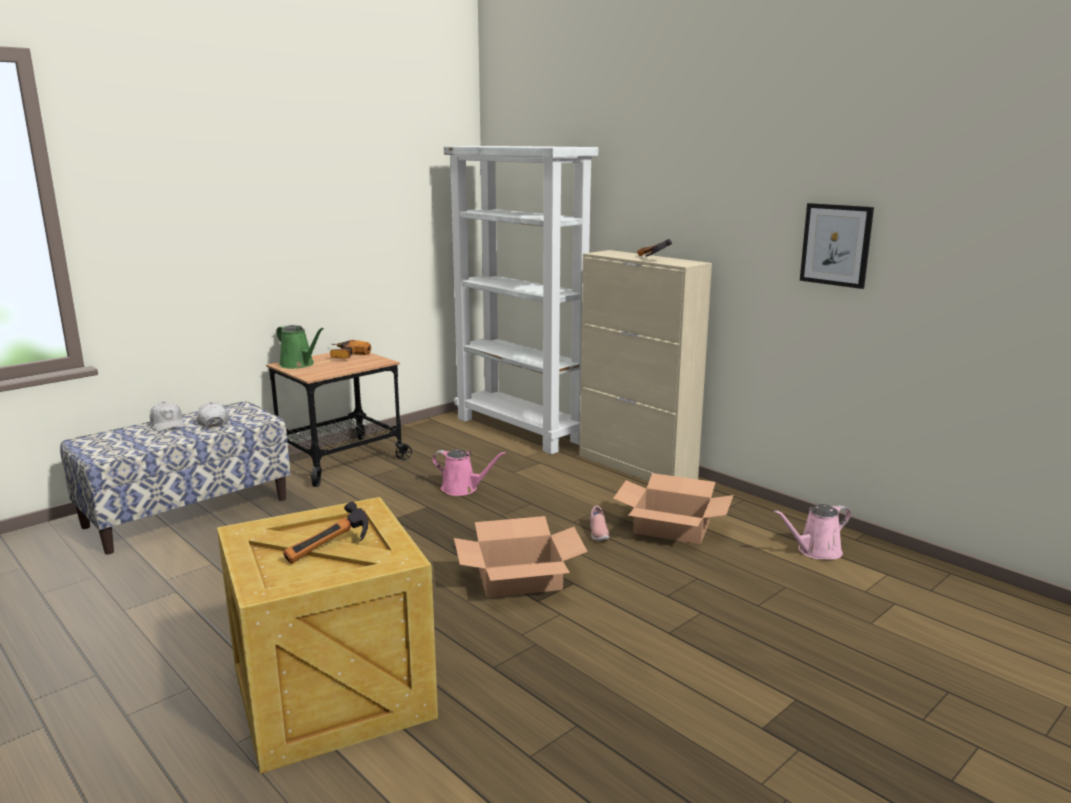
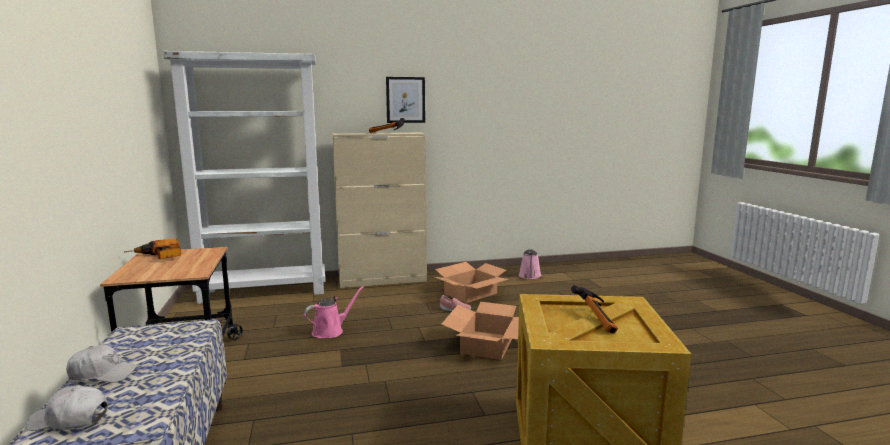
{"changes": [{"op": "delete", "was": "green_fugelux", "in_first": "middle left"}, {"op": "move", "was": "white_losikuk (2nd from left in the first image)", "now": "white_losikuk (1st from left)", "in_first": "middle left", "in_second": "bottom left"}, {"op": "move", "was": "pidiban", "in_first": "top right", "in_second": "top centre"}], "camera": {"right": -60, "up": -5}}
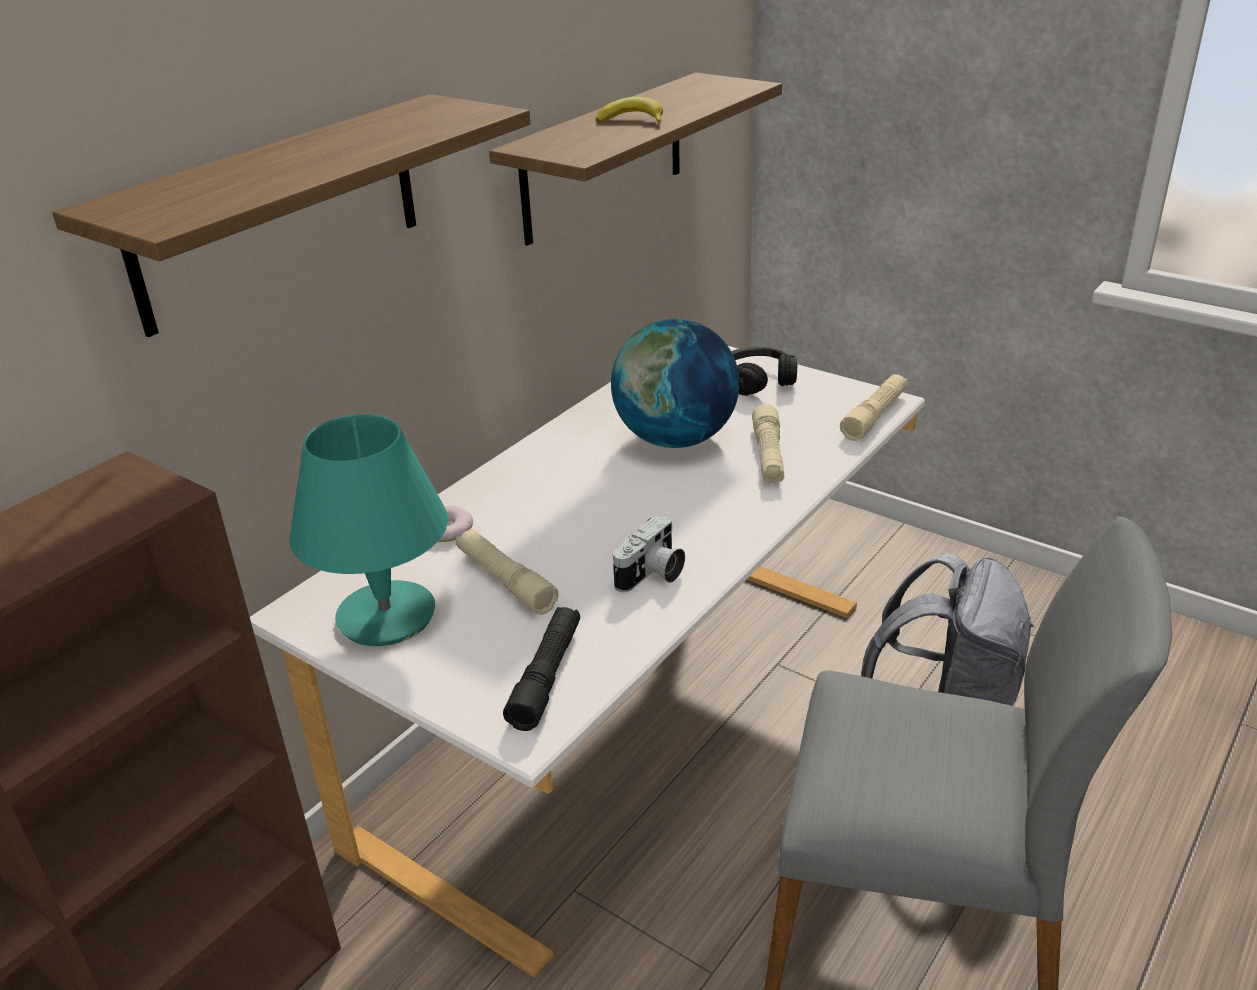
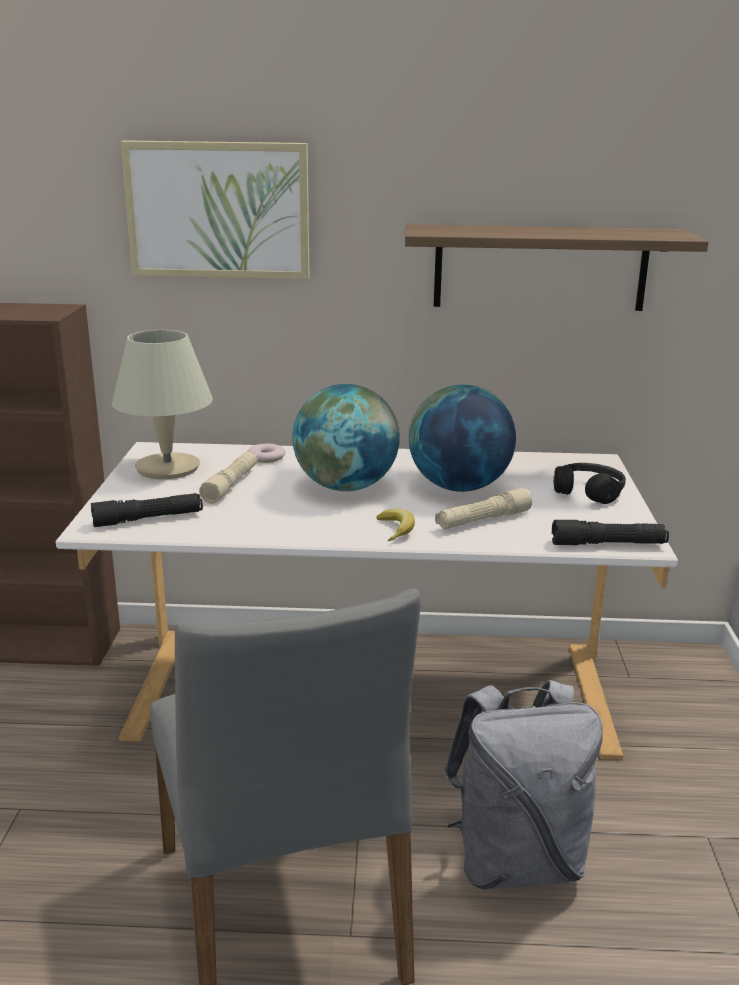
{"changes": [{"op": "delete", "was": "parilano", "in_first": "centre"}, {"op": "insert", "now": "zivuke (1st from left)", "in_second": "centre"}, {"op": "move", "was": "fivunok", "in_first": "top centre", "in_second": "centre"}, {"op": "replace", "was": "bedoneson (1st from left)", "now": "pidiban", "in_first": "top left", "in_second": "top left"}, {"op": "recolor", "was": "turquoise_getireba", "now": "beige_getireba", "in_first": "middle left", "in_second": "middle left"}, {"op": "recolor", "was": "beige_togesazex (3rd from left)", "now": "black_togesazex (2nd from left)", "in_first": "middle right", "in_second": "middle right"}], "camera": {"right": 55, "up": -10}}
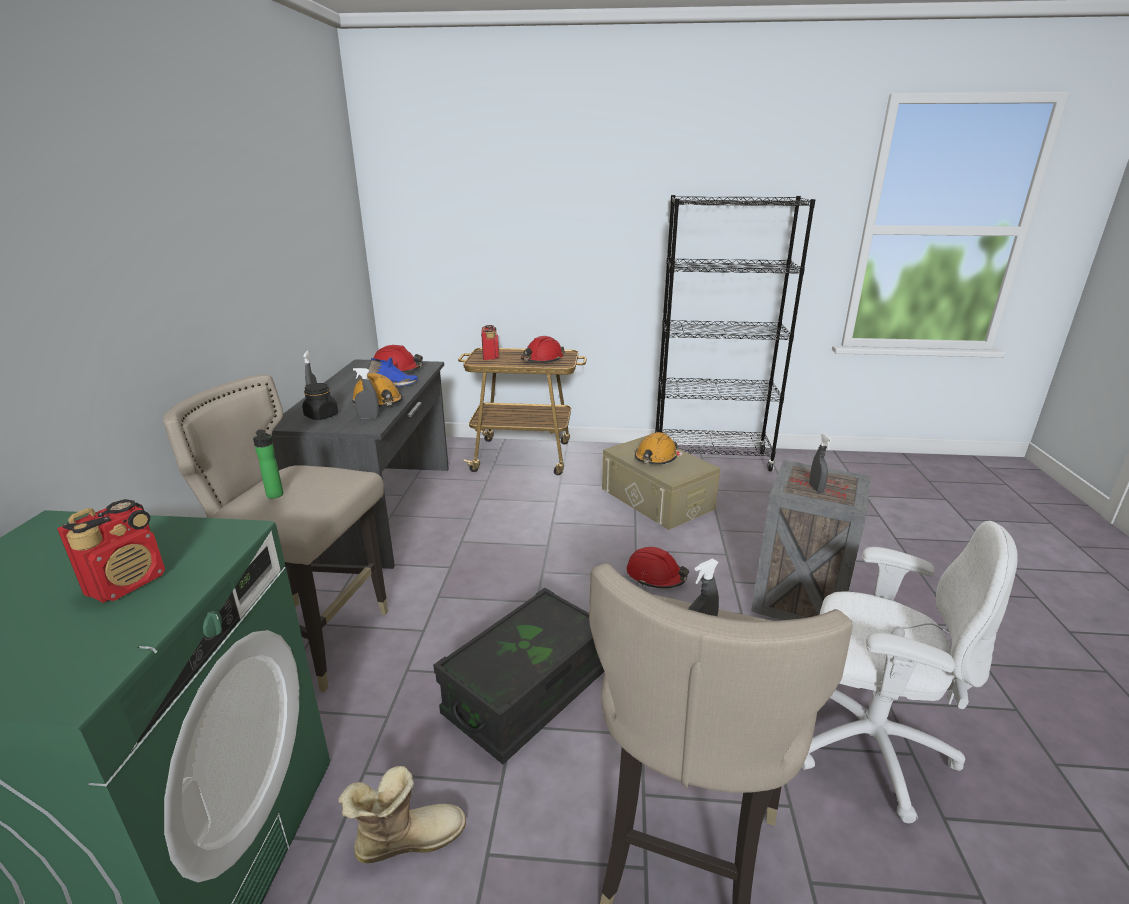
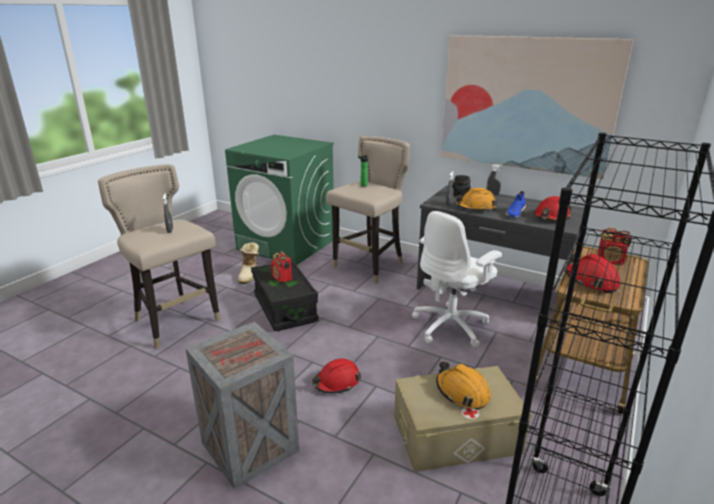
{"changes": [{"op": "delete", "was": "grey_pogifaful (4th from left)", "in_first": "middle right"}, {"op": "insert", "now": "pidiban", "in_second": "top right"}, {"op": "move", "was": "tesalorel (1st from left)", "in_first": "middle left", "in_second": "centre"}, {"op": "move", "was": "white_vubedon", "in_first": "bottom right", "in_second": "centre"}], "camera": {"right": 115, "up": 0}}
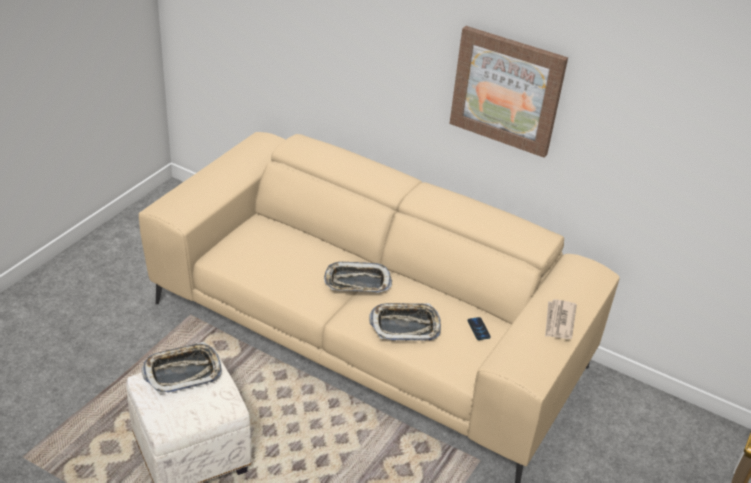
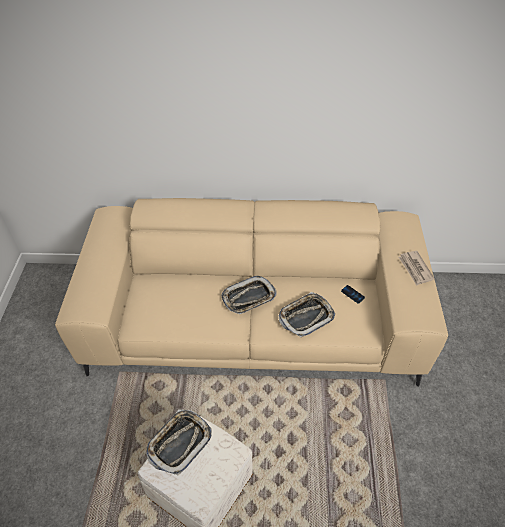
{"changes": [{"op": "delete", "was": "pidiban", "in_first": "top right"}], "camera": {"right": -25, "up": 10}}
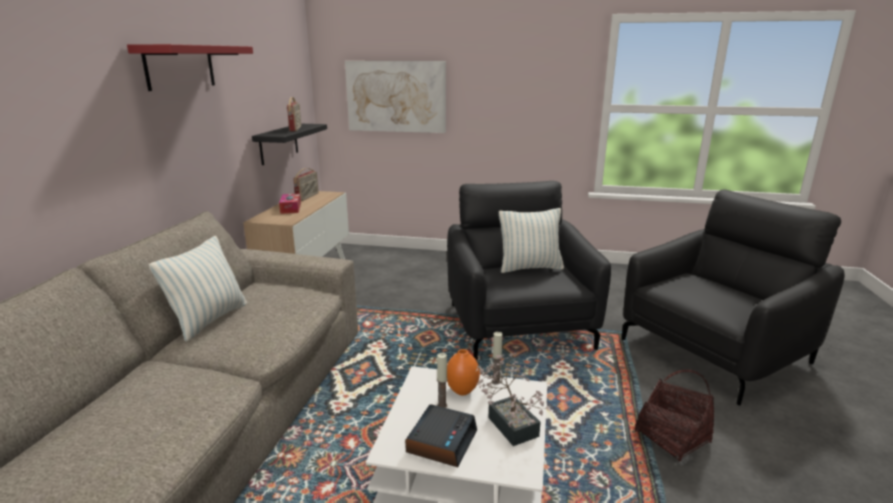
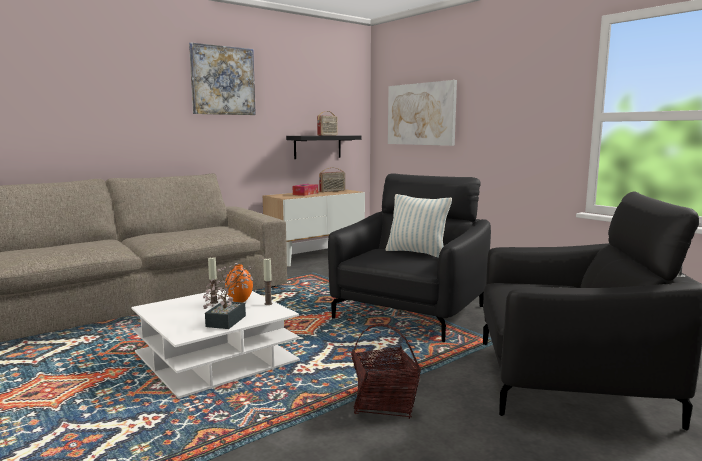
{"changes": [{"op": "delete", "was": "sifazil (1st from left)", "in_first": "middle left"}, {"op": "delete", "was": "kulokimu", "in_first": "bottom centre"}, {"op": "replace", "was": "red_bedoneson", "now": "pidiban (1st from left)", "in_first": "top left", "in_second": "top left"}], "camera": {"right": 40, "up": -10}}
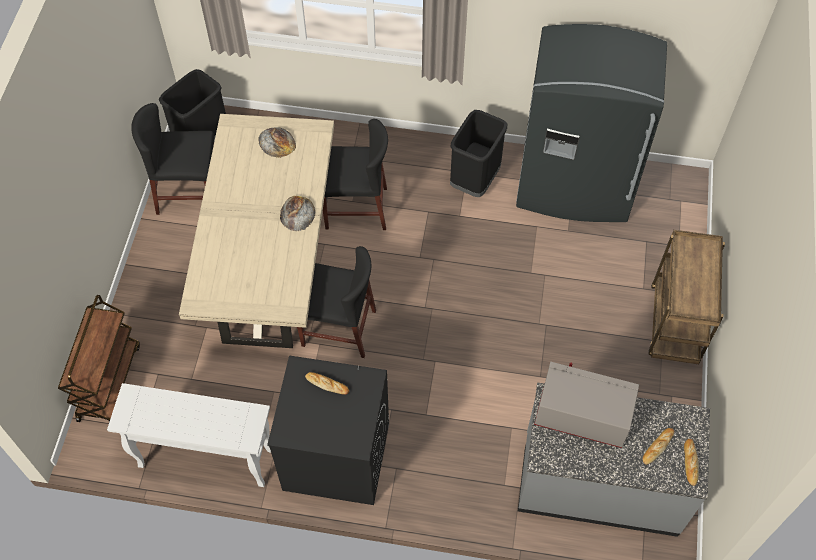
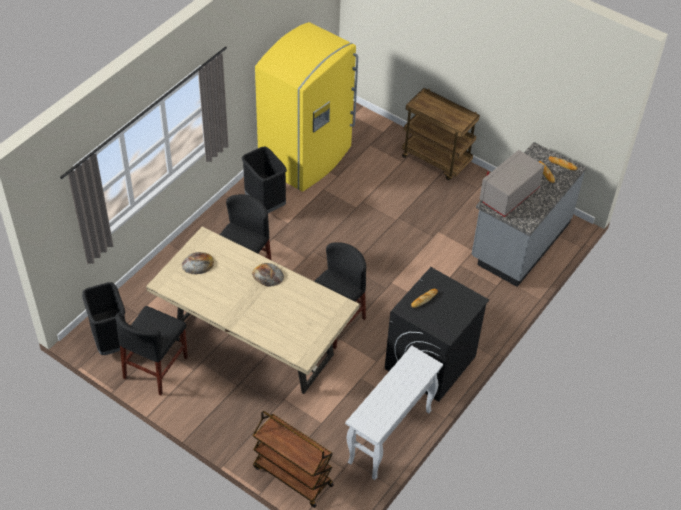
{"changes": [{"op": "recolor", "was": "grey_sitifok", "now": "yellow_sitifok", "in_first": "top right", "in_second": "top centre"}], "camera": {"right": -65, "up": -10}}
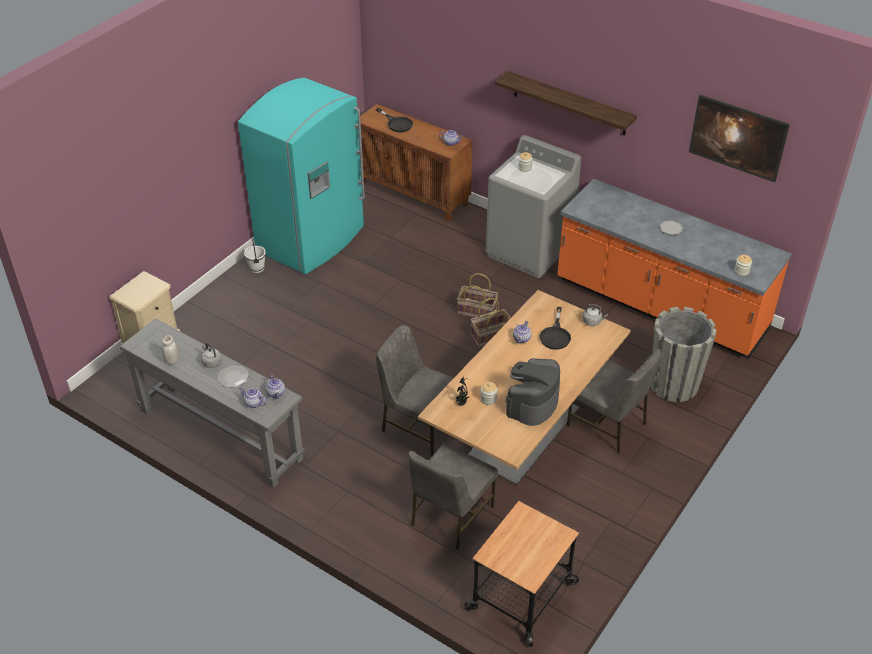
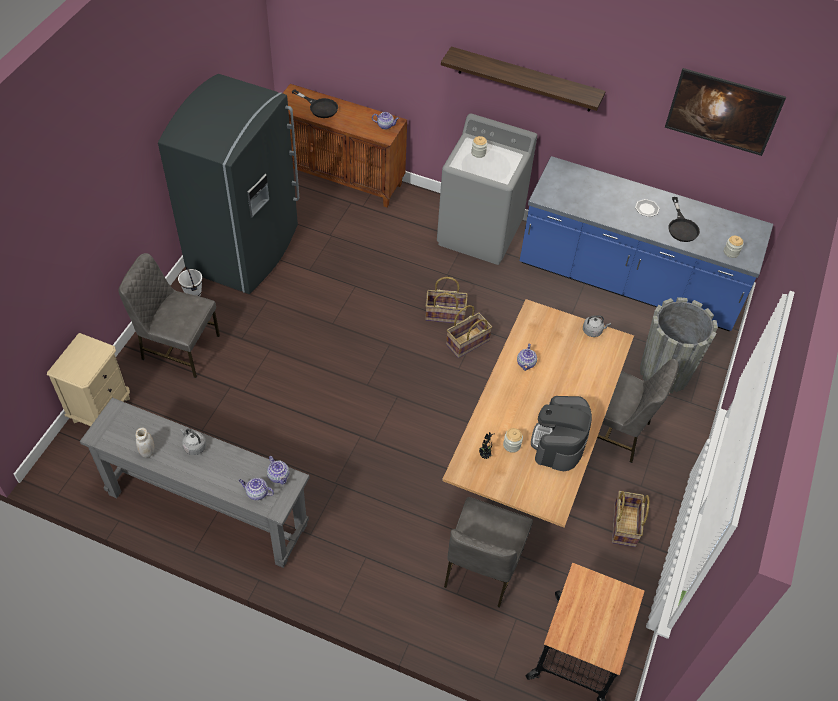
{"changes": [{"op": "delete", "was": "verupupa (1st from left)", "in_first": "middle left"}, {"op": "insert", "now": "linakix (3rd from left)", "in_second": "bottom right"}, {"op": "move", "was": "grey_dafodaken (1st from left)", "in_first": "centre", "in_second": "middle left"}, {"op": "move", "was": "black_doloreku (2nd from left)", "in_first": "centre", "in_second": "top right"}, {"op": "recolor", "was": "turquoise_sitifok", "now": "grey_sitifok", "in_first": "top centre", "in_second": "top left"}, {"op": "recolor", "was": "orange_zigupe", "now": "blue_zigupe", "in_first": "middle right", "in_second": "middle right"}], "camera": {"right": -15, "up": 10}}
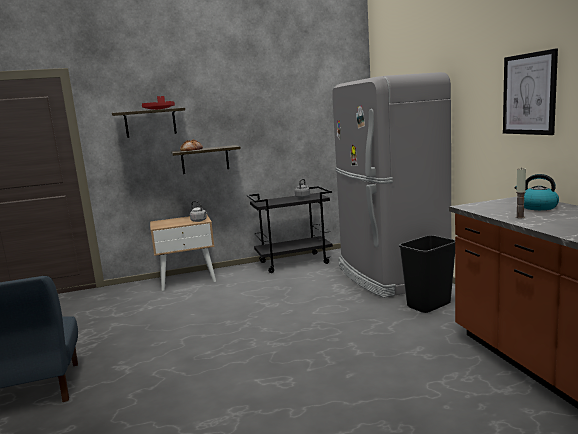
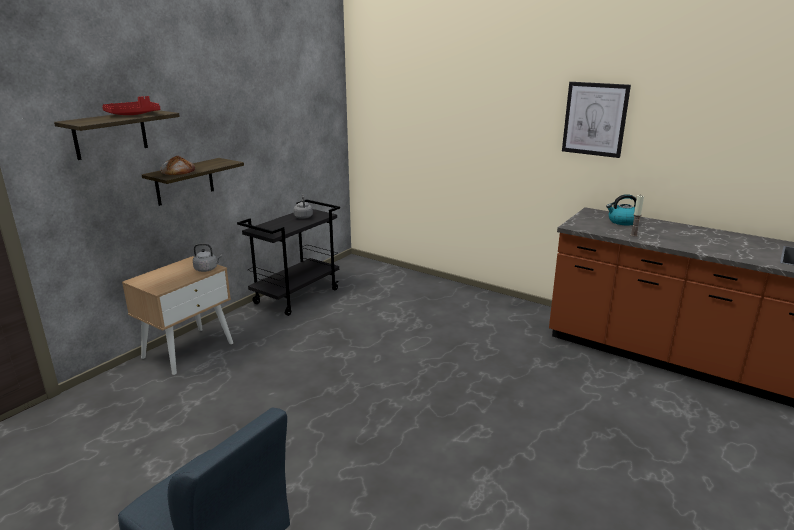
{"changes": [{"op": "delete", "was": "grey_sitifok", "in_first": "middle right"}, {"op": "delete", "was": "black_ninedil", "in_first": "middle right"}], "camera": {"right": -40, "up": 10}}
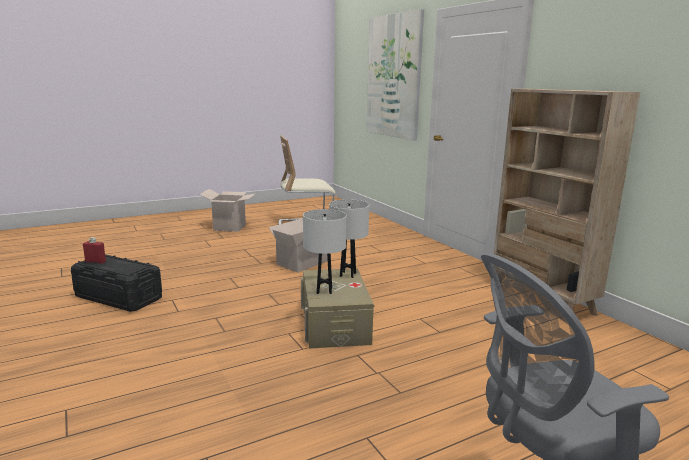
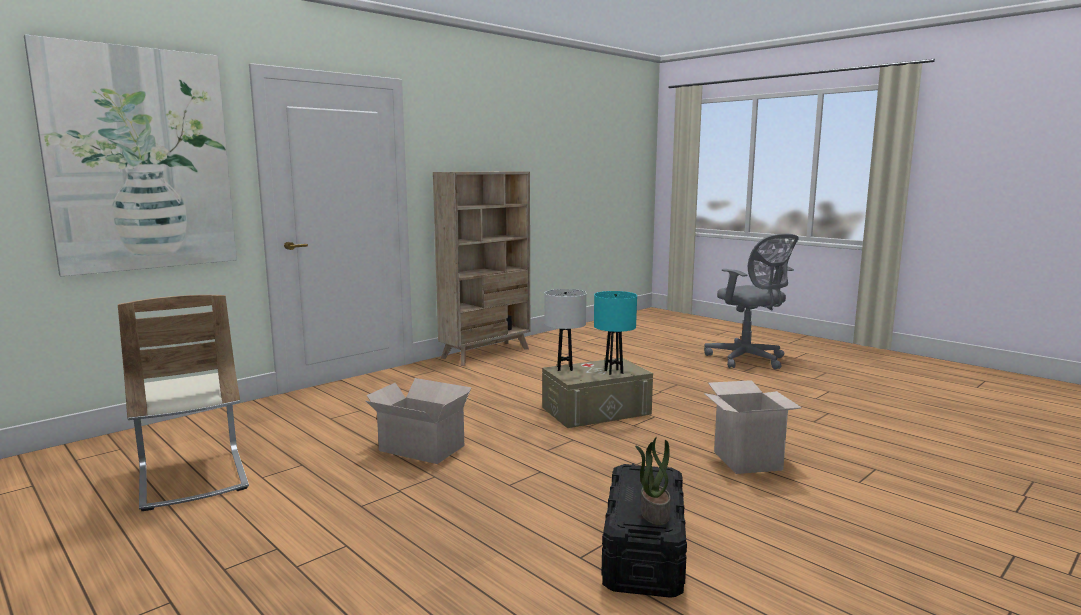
{"changes": [{"op": "move", "was": "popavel (1st from left in the first image)", "now": "popavel (2nd from left)", "in_first": "middle left", "in_second": "bottom right"}, {"op": "replace", "was": "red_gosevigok", "now": "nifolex", "in_first": "middle left", "in_second": "bottom centre"}, {"op": "recolor", "was": "white_getireba (1st from left)", "now": "turquoise_getireba", "in_first": "centre", "in_second": "centre"}], "camera": {"right": -105, "up": -5}}
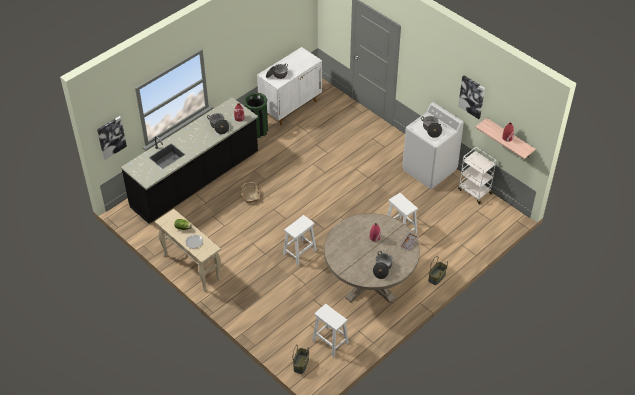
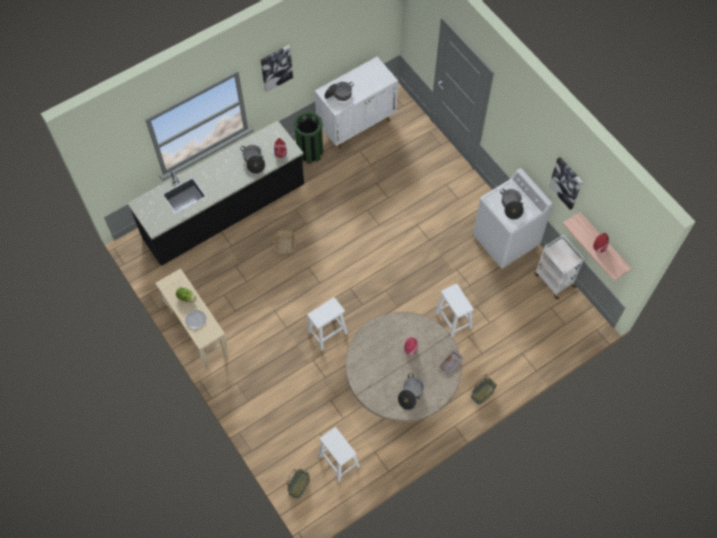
{"changes": [{"op": "move", "was": "pidiban (1st from left)", "in_first": "middle left", "in_second": "top centre"}], "camera": {"right": 10, "up": 15}}
